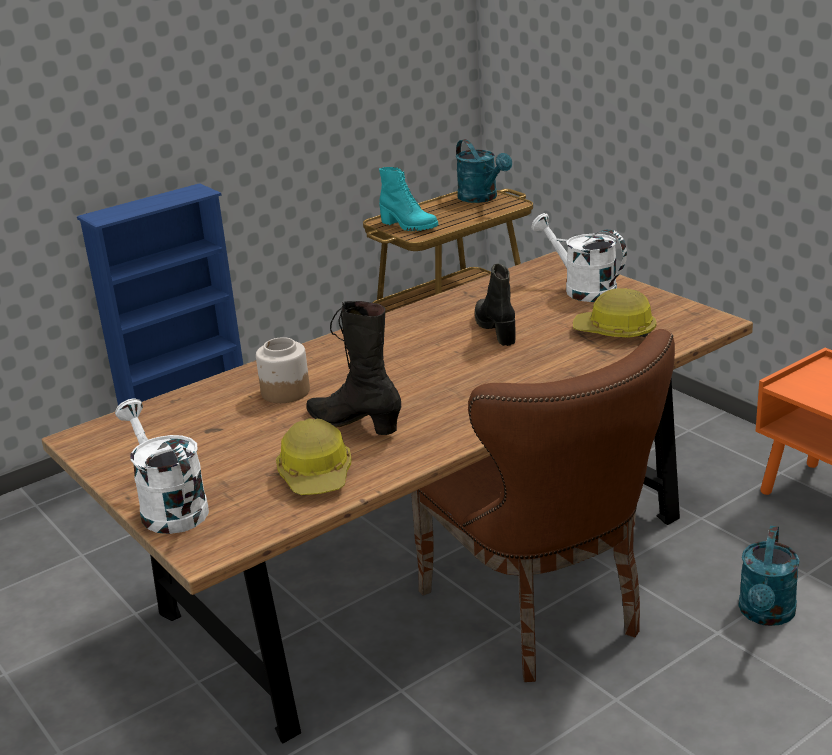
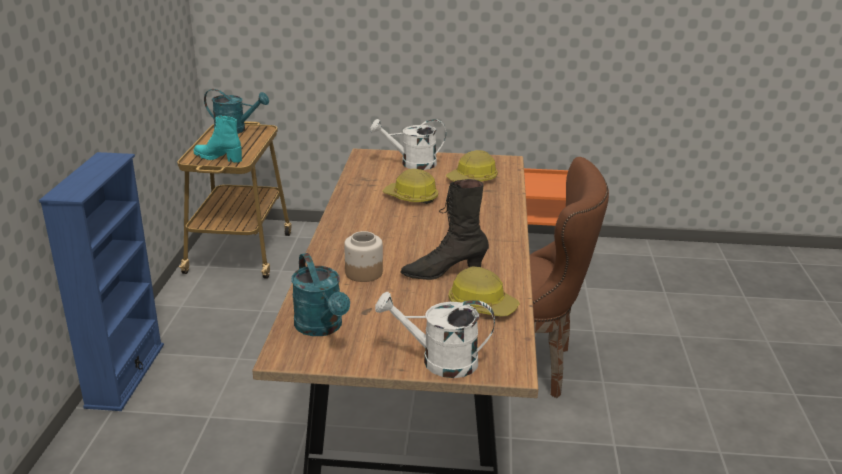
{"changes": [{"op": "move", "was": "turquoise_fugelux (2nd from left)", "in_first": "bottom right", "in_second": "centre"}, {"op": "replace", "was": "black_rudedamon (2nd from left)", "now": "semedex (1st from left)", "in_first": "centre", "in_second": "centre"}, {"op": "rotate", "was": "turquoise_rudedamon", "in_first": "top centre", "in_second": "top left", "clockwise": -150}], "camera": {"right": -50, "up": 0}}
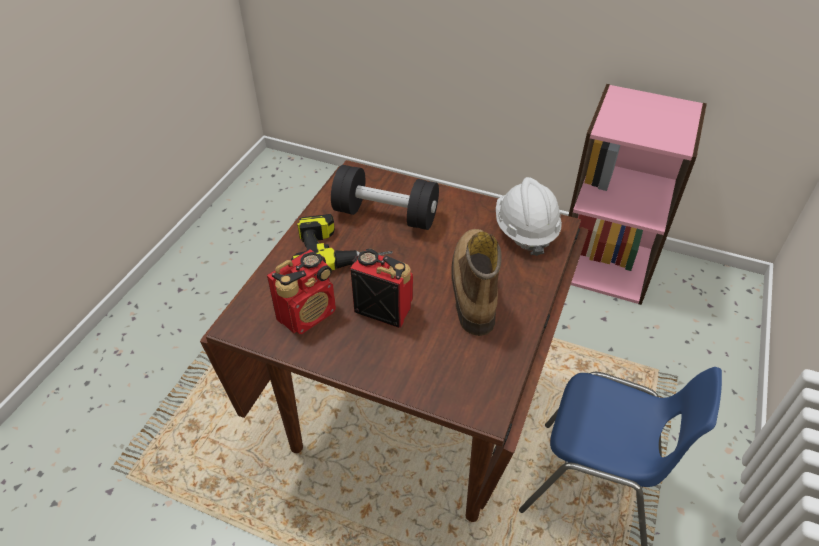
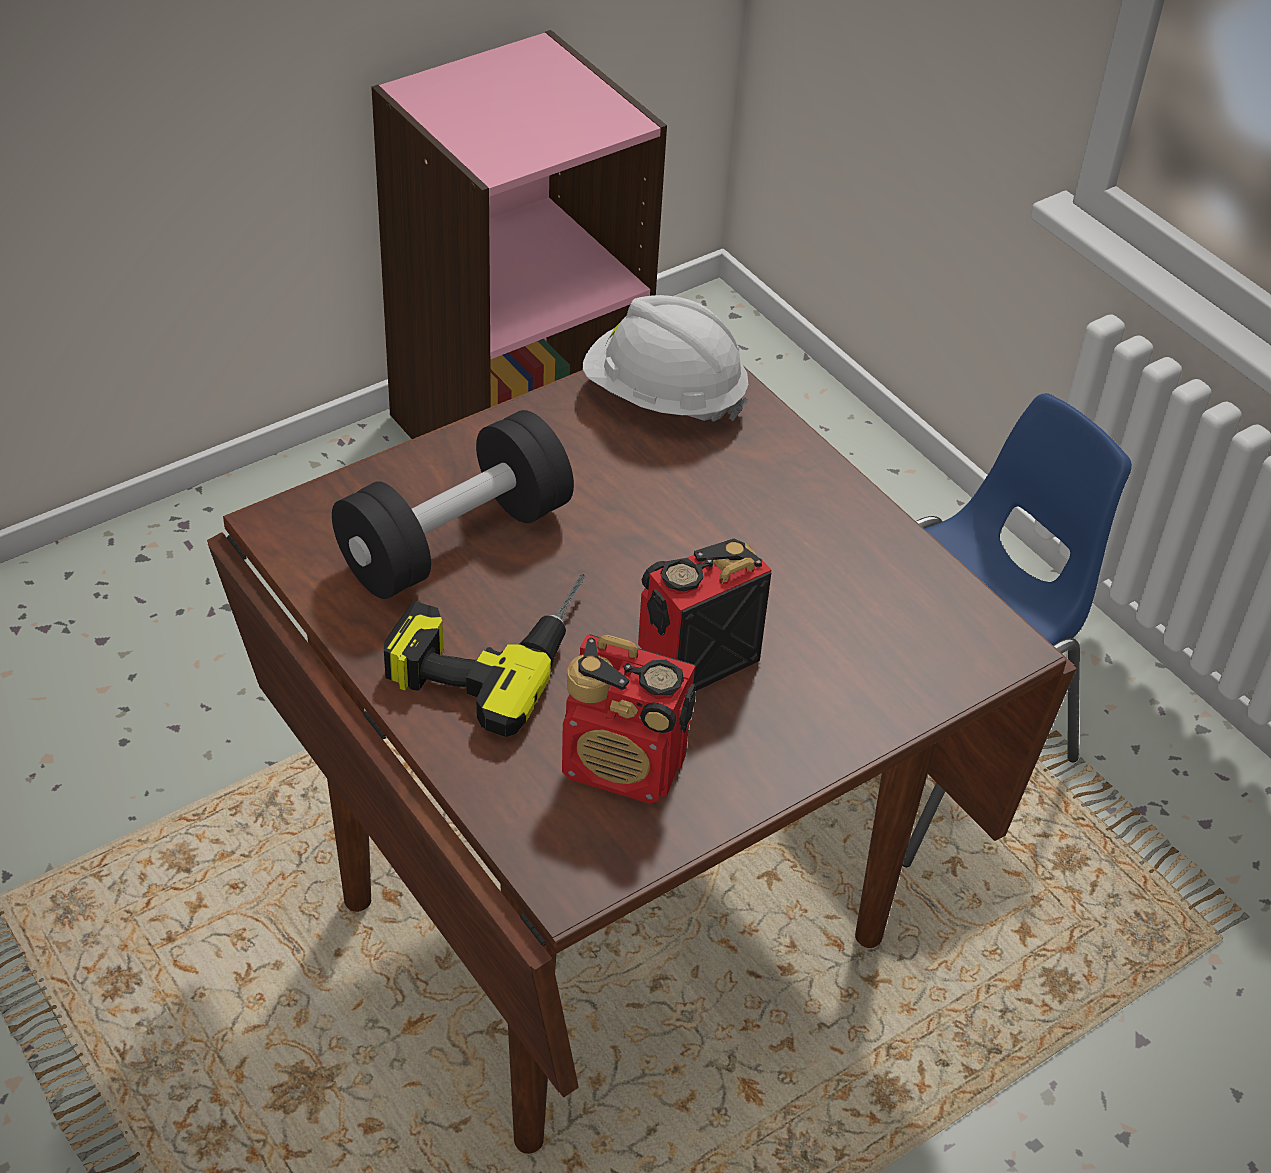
{"changes": [{"op": "delete", "was": "rudedamon", "in_first": "centre"}, {"op": "rotate", "was": "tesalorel (1st from left)", "in_first": "centre", "in_second": "centre", "clockwise": 120}], "camera": {"right": -60, "up": 0}}
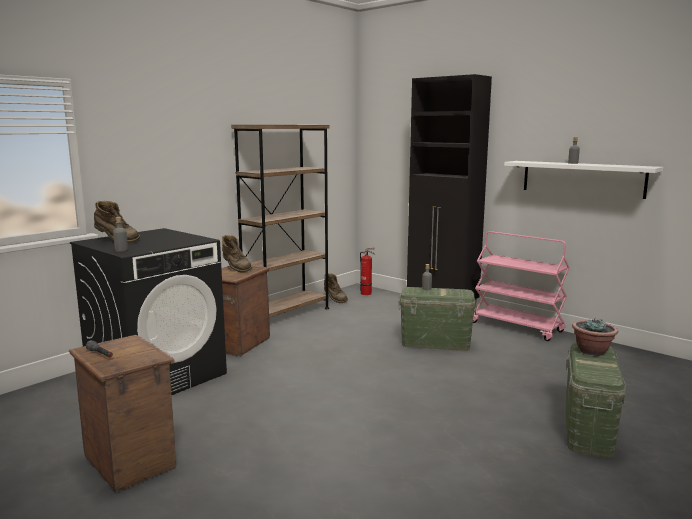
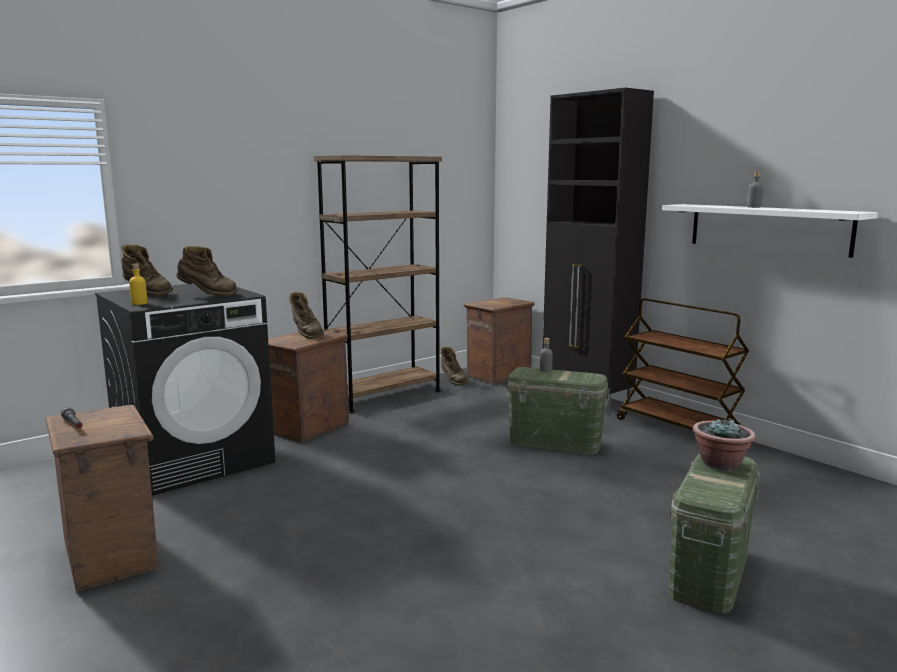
{"changes": [{"op": "insert", "now": "brown_rudedamon (2nd from left)", "in_second": "middle left"}, {"op": "replace", "was": "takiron", "now": "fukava (3rd from left)", "in_first": "centre", "in_second": "centre"}, {"op": "recolor", "was": "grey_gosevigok (1st from left)", "now": "yellow_gosevigok", "in_first": "middle left", "in_second": "middle left"}, {"op": "recolor", "was": "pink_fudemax", "now": "brown_fudemax", "in_first": "middle right", "in_second": "middle right"}], "camera": {"right": 10, "up": 0}}
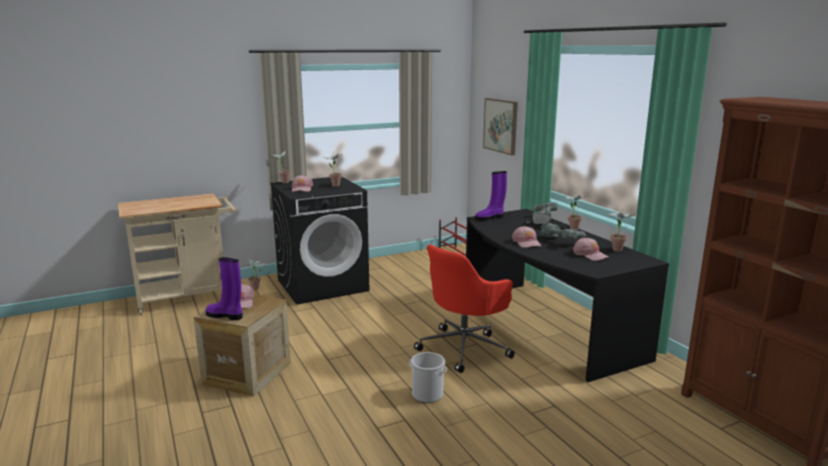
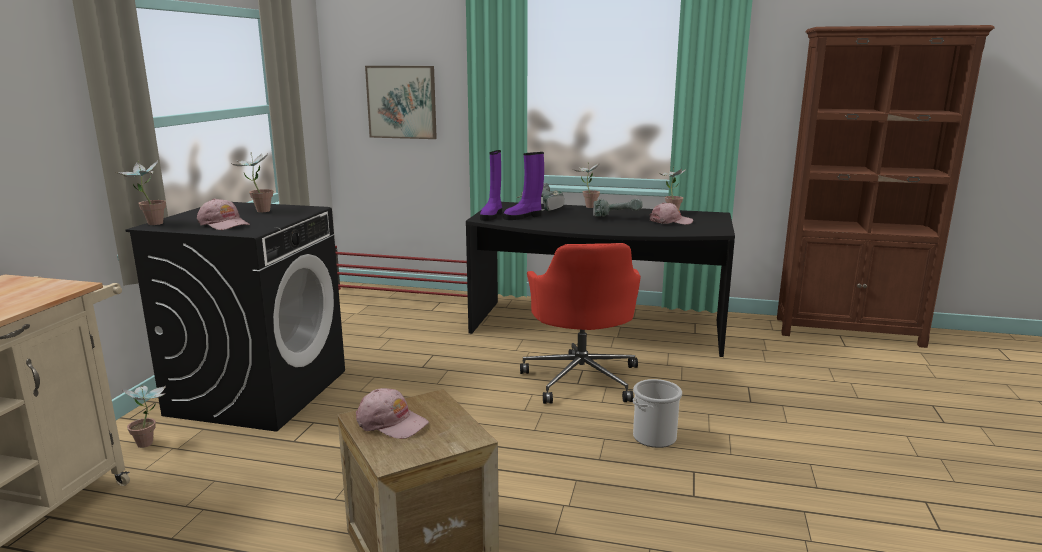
{"changes": [{"op": "delete", "was": "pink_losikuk (3rd from left)", "in_first": "centre"}, {"op": "move", "was": "purple_rudedamon (1st from left in the first image)", "now": "purple_rudedamon (2nd from left)", "in_first": "middle left", "in_second": "centre"}], "camera": {"right": -50, "up": 0}}
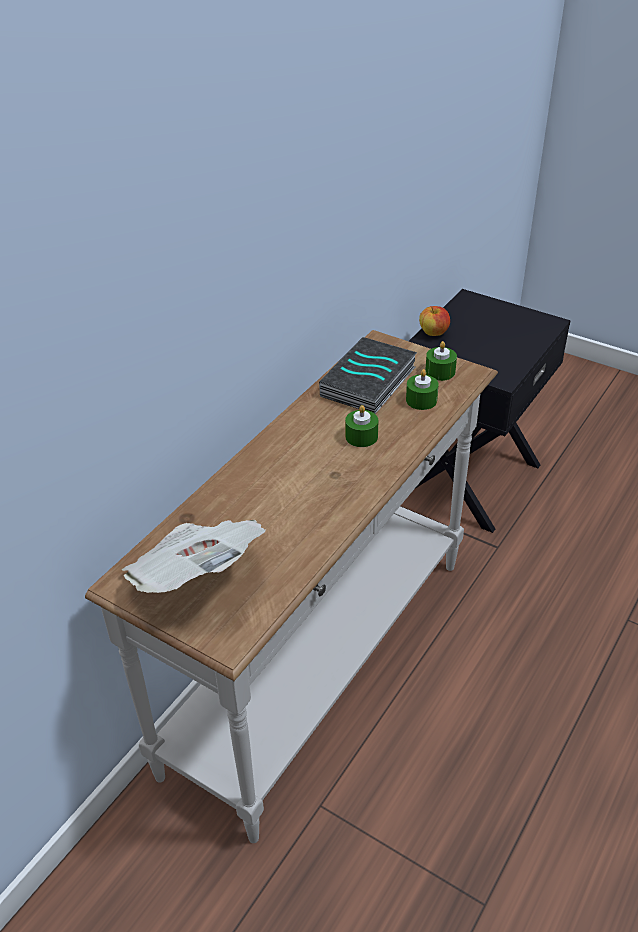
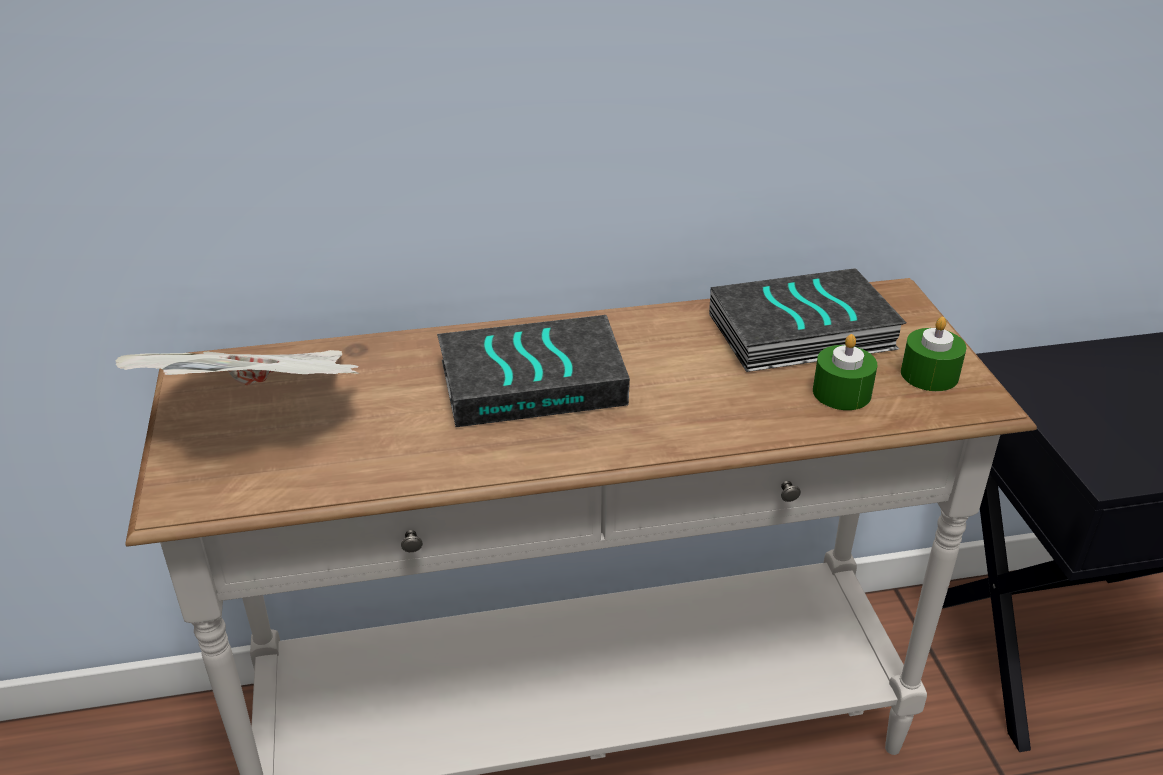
{"changes": [{"op": "delete", "was": "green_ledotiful (1st from left)", "in_first": "centre"}, {"op": "delete", "was": "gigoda", "in_first": "middle right"}, {"op": "insert", "now": "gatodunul (1st from left)", "in_second": "centre"}], "camera": {"right": 45, "up": -5}}
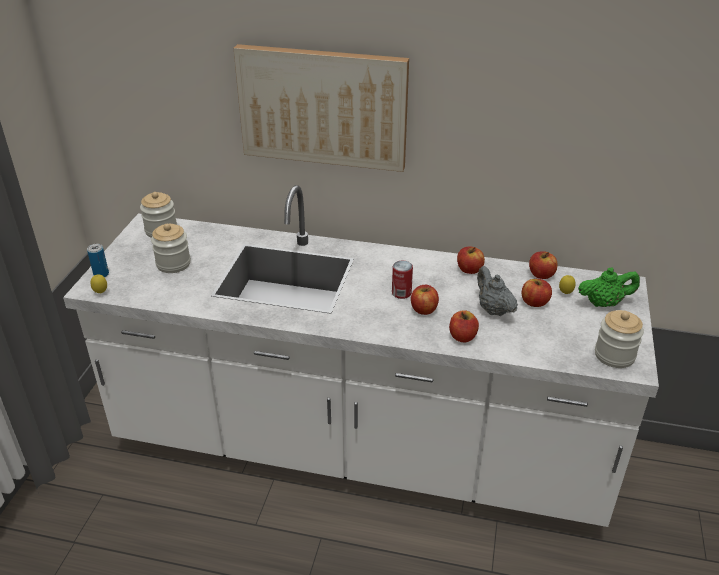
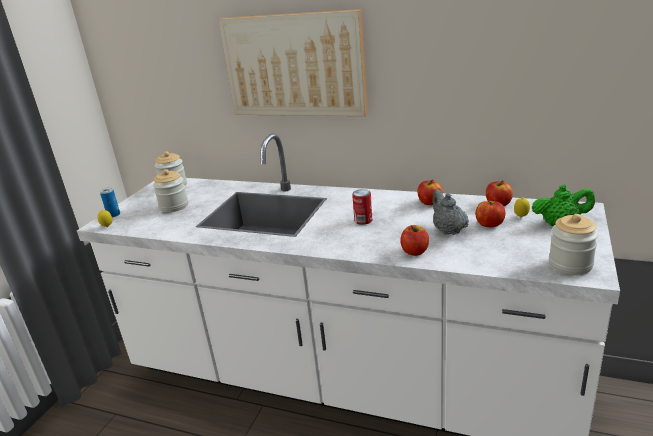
{"changes": [{"op": "delete", "was": "gigoda (1st from left)", "in_first": "centre"}], "camera": {"right": 10, "up": -10}}
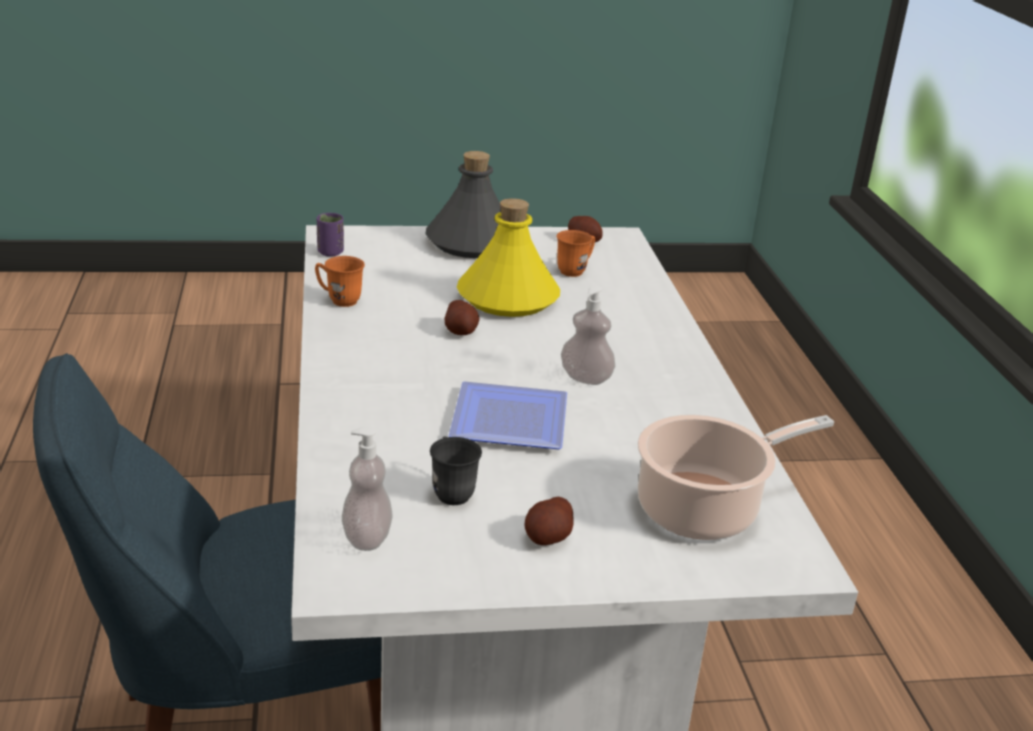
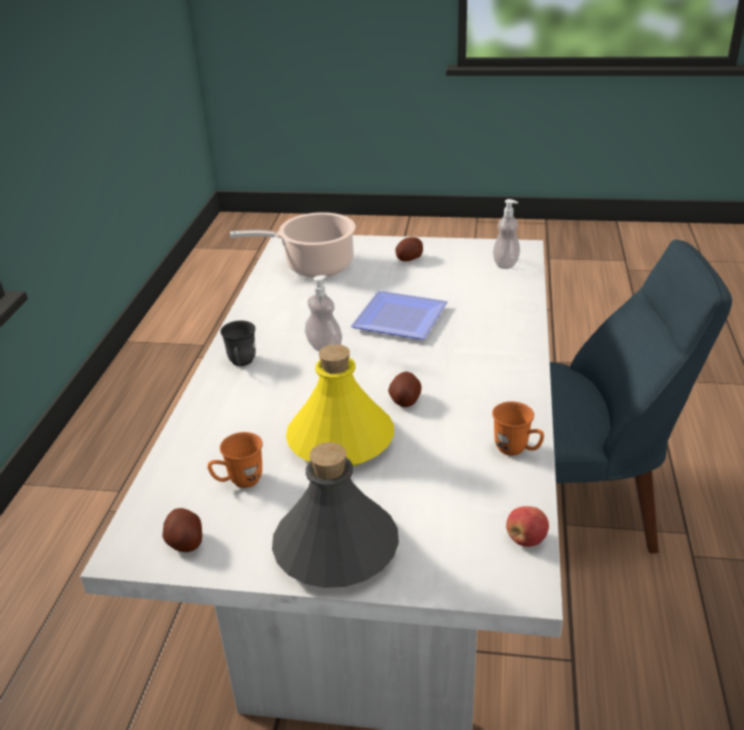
{"changes": [{"op": "move", "was": "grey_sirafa", "in_first": "centre", "in_second": "middle left"}, {"op": "replace", "was": "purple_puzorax", "now": "gigoda", "in_first": "top left", "in_second": "bottom right"}], "camera": {"right": -160, "up": 5}}
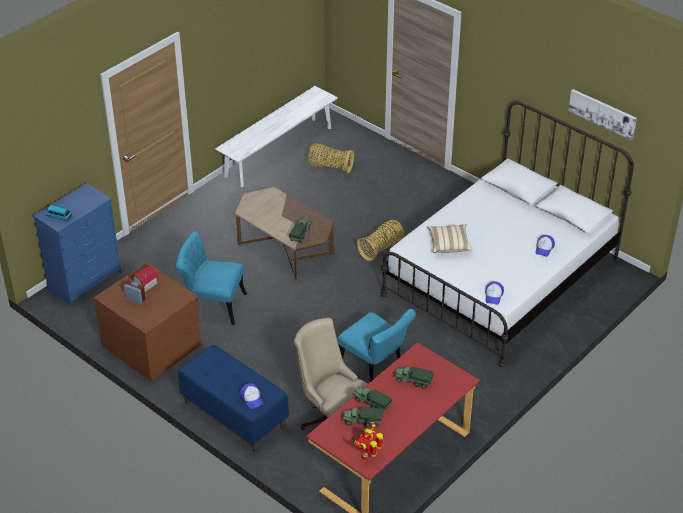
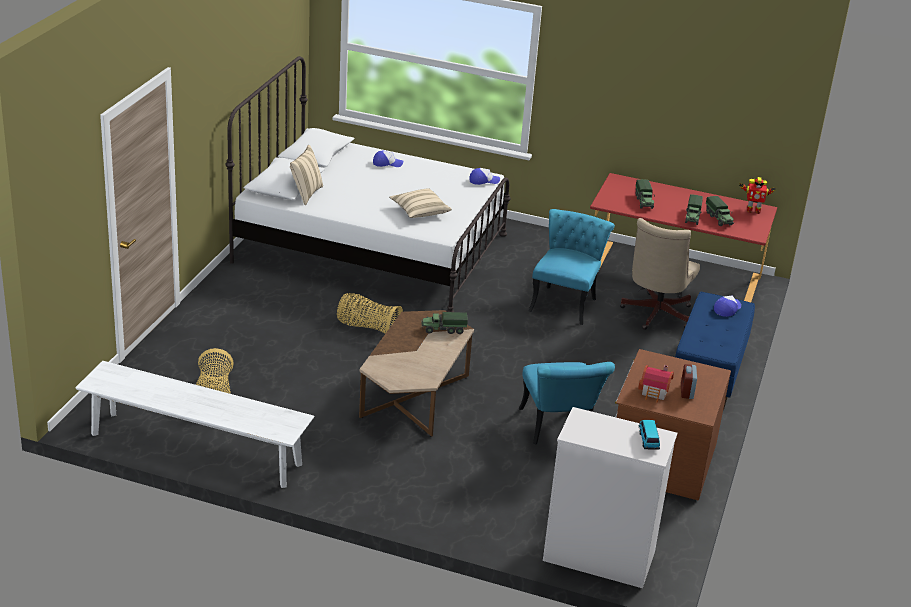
{"changes": [{"op": "delete", "was": "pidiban", "in_first": "top right"}, {"op": "insert", "now": "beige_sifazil (1st from left)", "in_second": "top centre"}, {"op": "recolor", "was": "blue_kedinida", "now": "white_kedinida", "in_first": "middle left", "in_second": "bottom right"}], "camera": {"right": -115, "up": -10}}
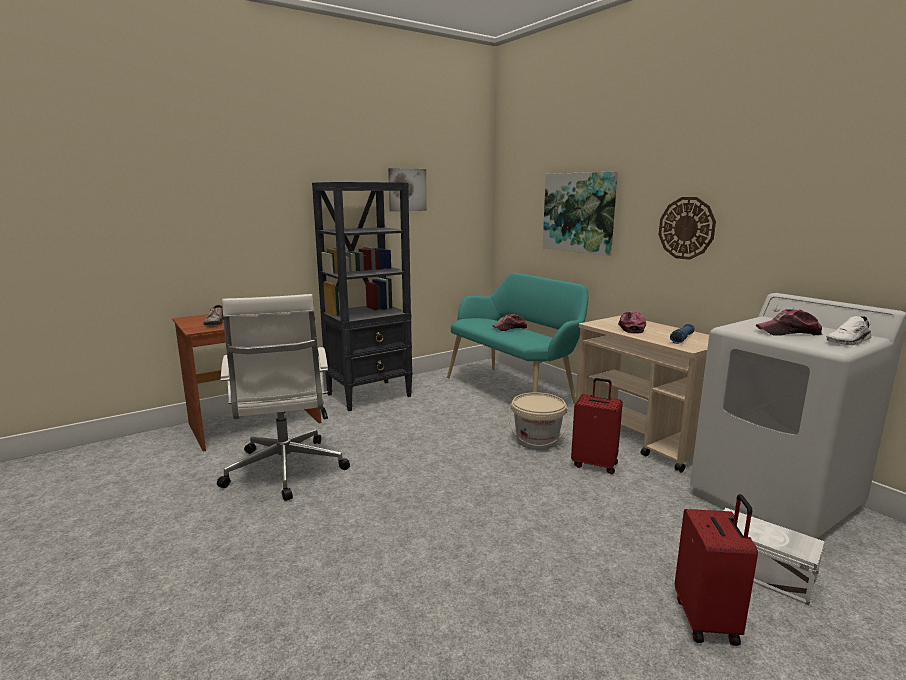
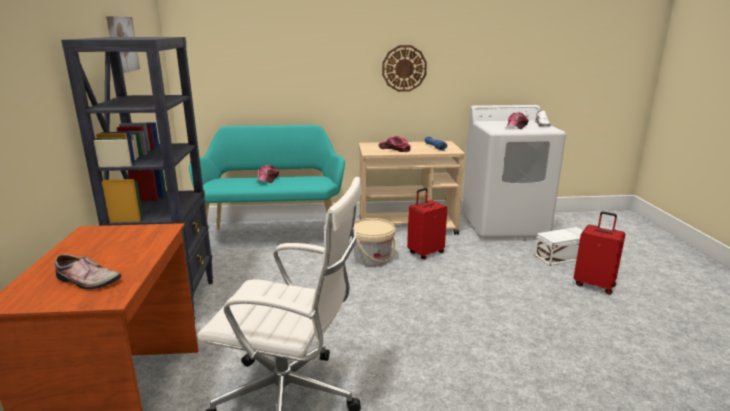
{"changes": [{"op": "delete", "was": "pidiban (2nd from left)", "in_first": "top centre"}], "camera": {"right": -60, "up": 5}}
